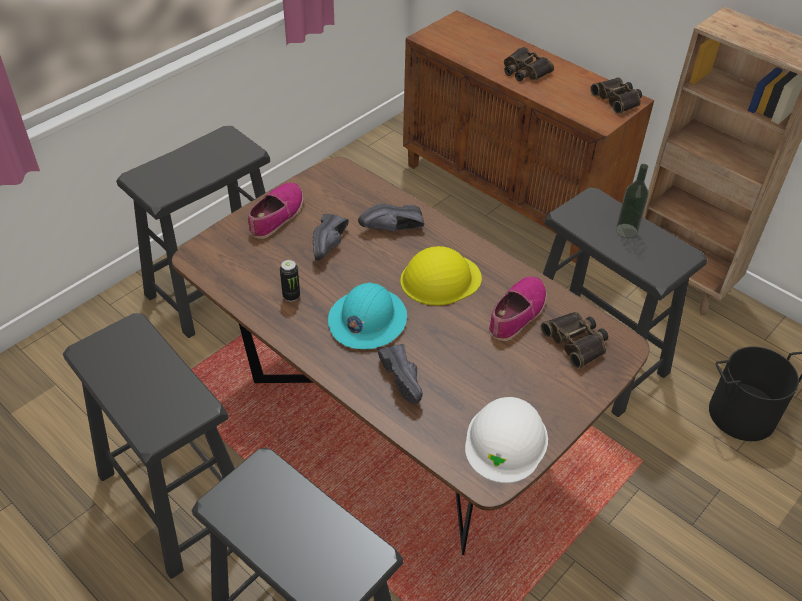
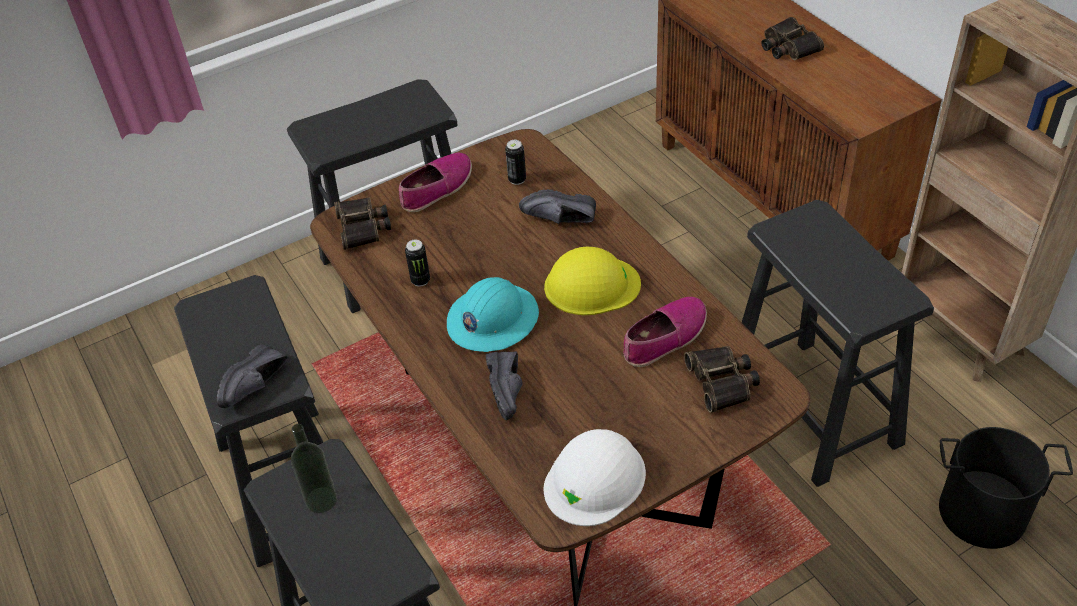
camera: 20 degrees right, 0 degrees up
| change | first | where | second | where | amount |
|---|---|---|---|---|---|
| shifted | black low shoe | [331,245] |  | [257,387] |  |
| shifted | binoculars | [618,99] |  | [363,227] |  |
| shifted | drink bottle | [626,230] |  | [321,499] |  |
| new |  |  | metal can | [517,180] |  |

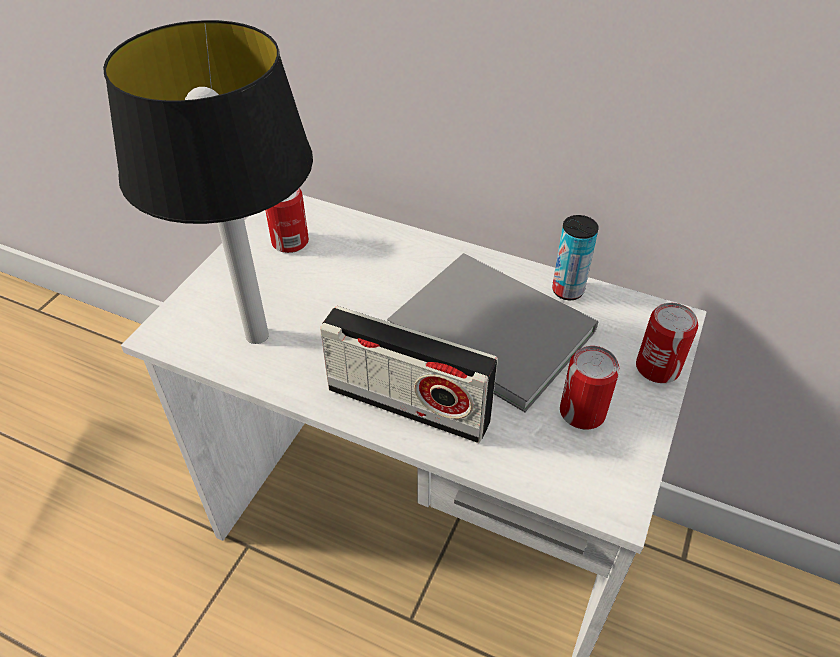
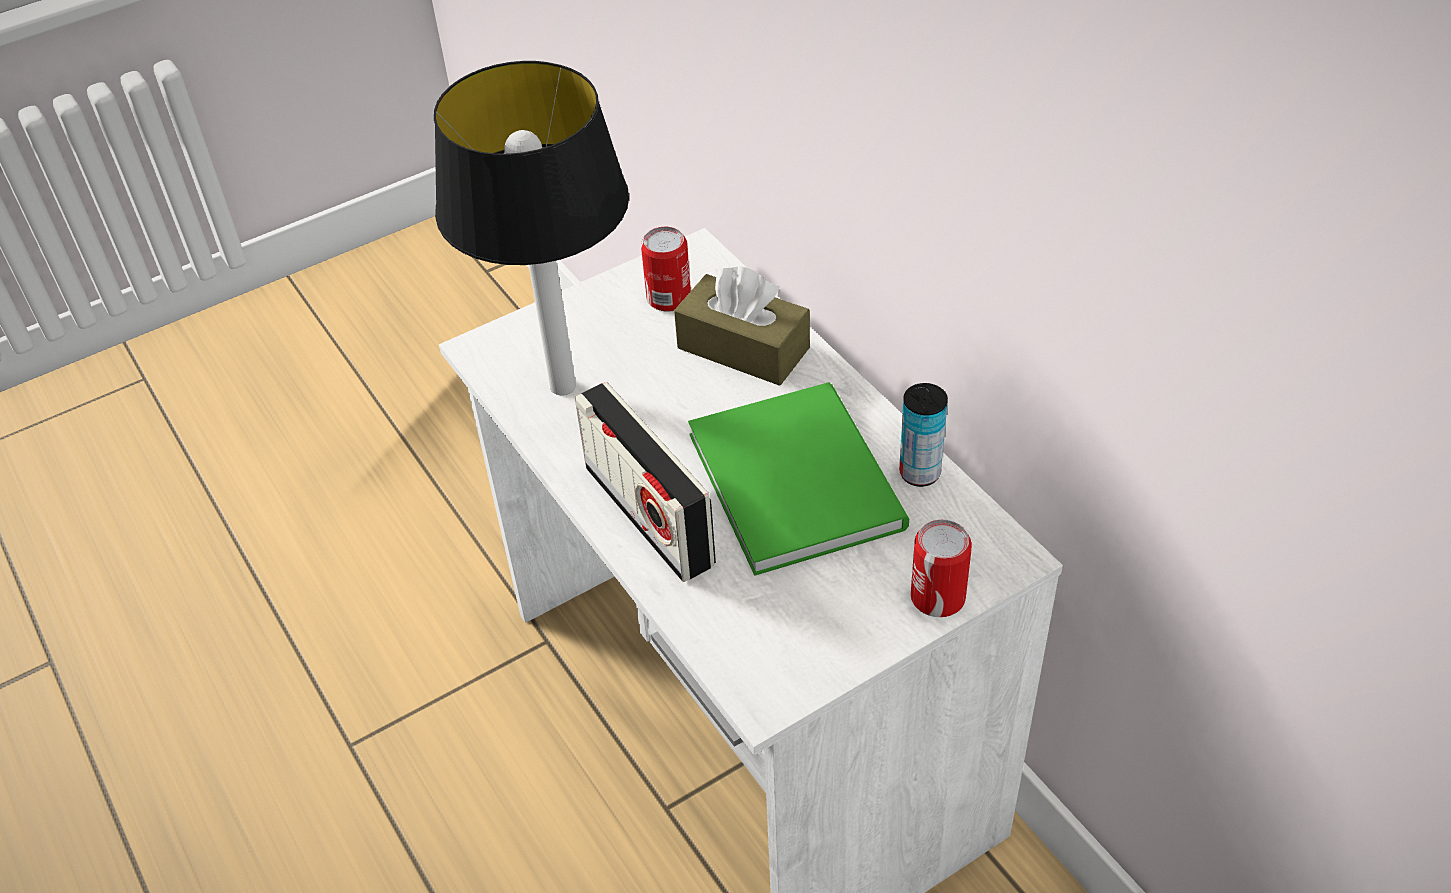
camera: 35 degrees right, 0 degrees up
| change | first | where | second | where | amount |
|---|---|---|---|---|---|
| repainted | gray volume | [490,326] | green-coloured volume | [798,474] |  |
| gone | metal can | [582,412] |  |  |  |
| new |  |  | brown-coloured tissue box | [743,348] |  |

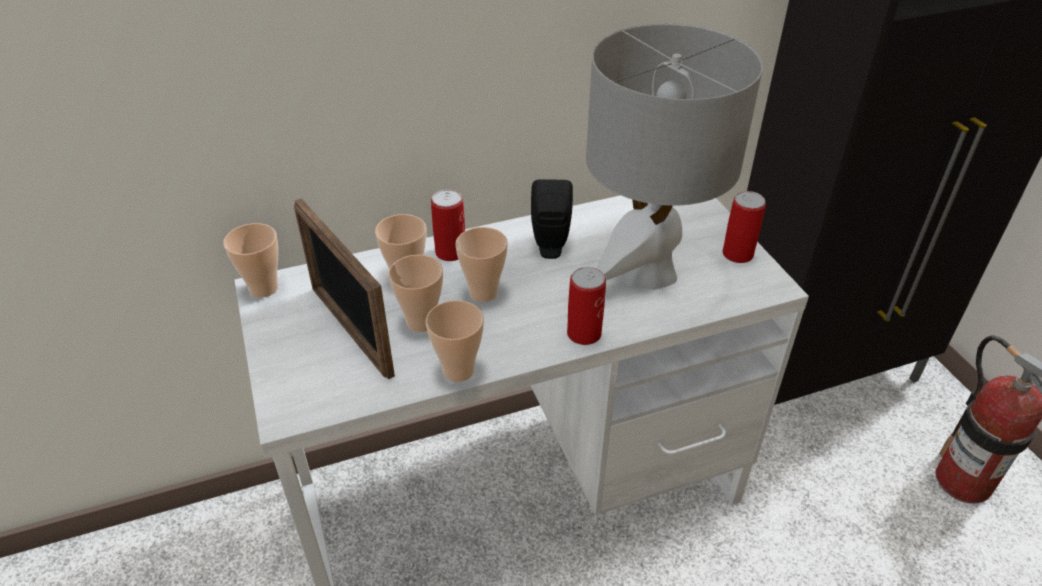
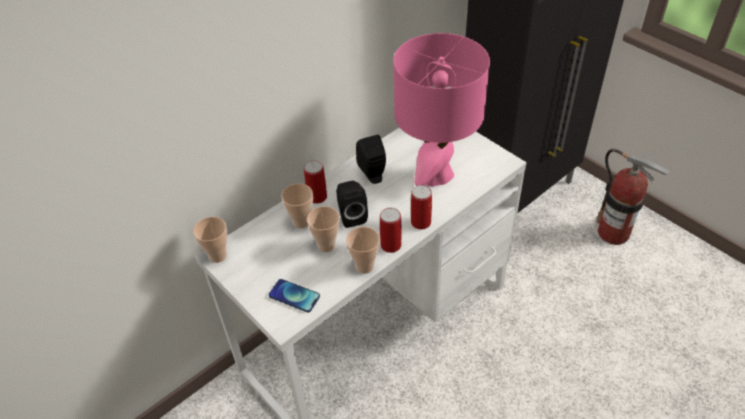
camera: 20 degrees left, 5 degrees up
| change | first | where | second | where | amount |
|---|---|---|---|---|---|
| gone | standing frame | [351,330] |  |  |  |
| swapped | drinking cup | [483,292] | black audio speaker | [351,216] |  |
| repainted | gray lamp for a table | [647,273] | pink-coloured lamp for a table | [436,175] |  |
| shifted | metal can | [737,254] |  | [391,245] |  |
| new |  |  | phone | [294,296] |  |

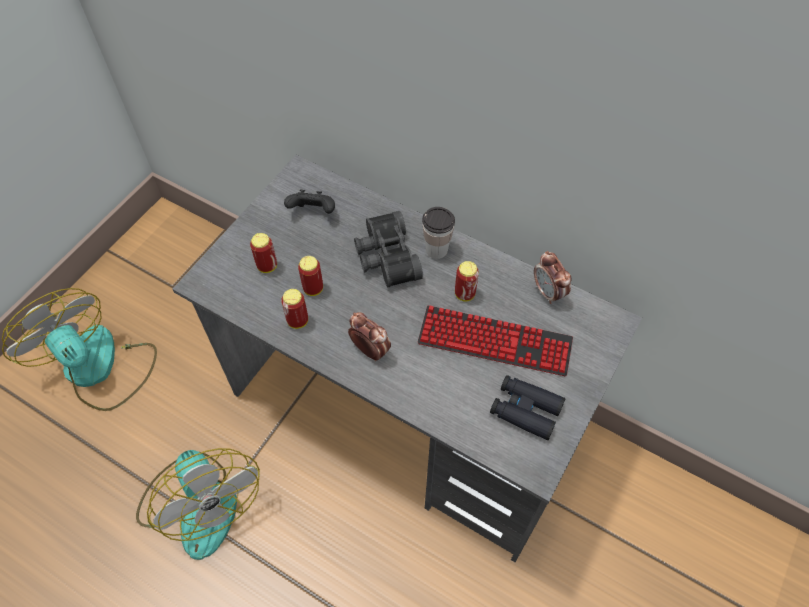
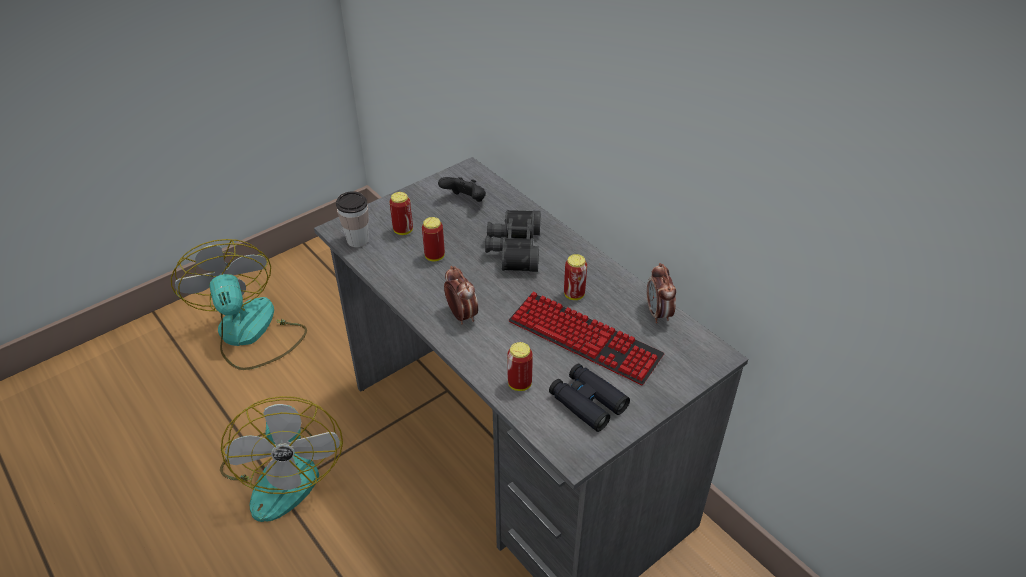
camera: 20 degrees right, 15 degrees down
| change | first | where | second | where | amount |
|---|---|---|---|---|---|
| shifted | metal can | [298,321] |  | [519,384] |  |
| shifted | drinking cup | [436,249] |  | [357,240] |  |

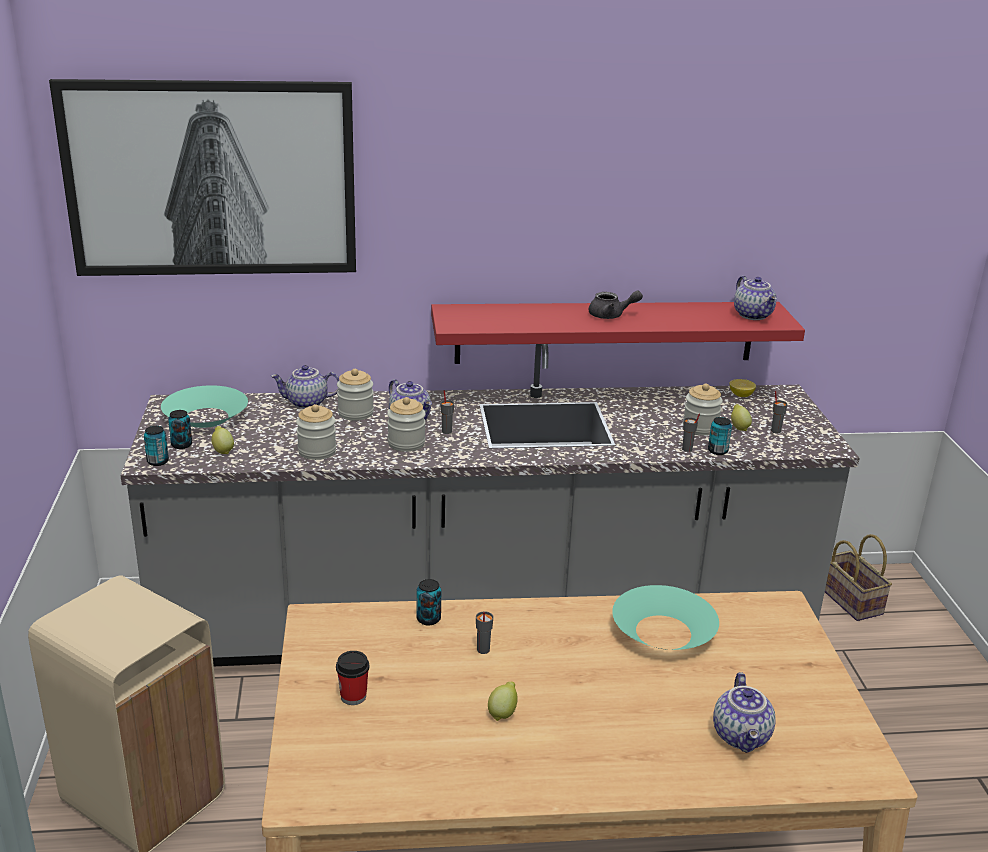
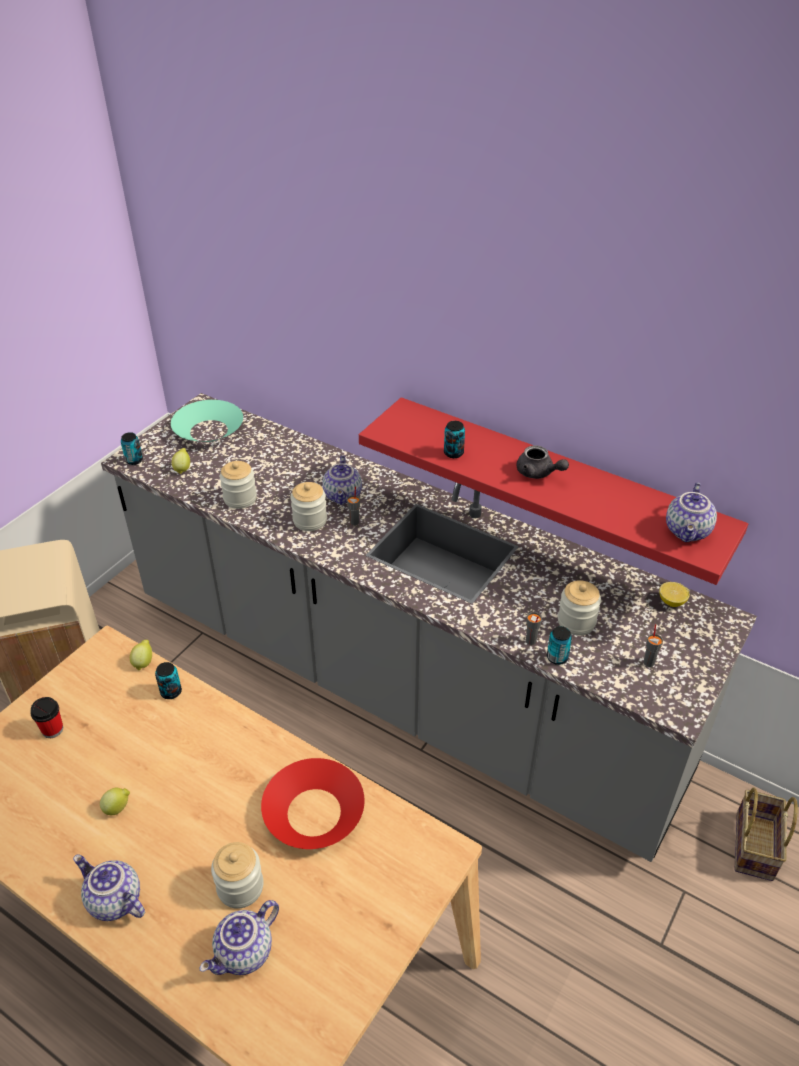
camera: 40 degrees right, 15 degrees up
| change | first | where | second | where | amount |
|---|---|---|---|---|---|
| gone | wall art | [212,178] |  |  |  |
| shifted | metal can | [181,445] |  | [453,453] |  |
| shifted | tea pot | [306,403] |  | [113,901] |  |
| shifted | preserve jar | [355,413] |  | [240,887] |  |
| gone | gray drinking cup | [483,650] |  |  |  |
| repainted | turquoise serving bowl | [663,631] | reddish serving bowl | [314,811] |  |
| shifted | lemon | [739,427] |  | [144,662] |  |

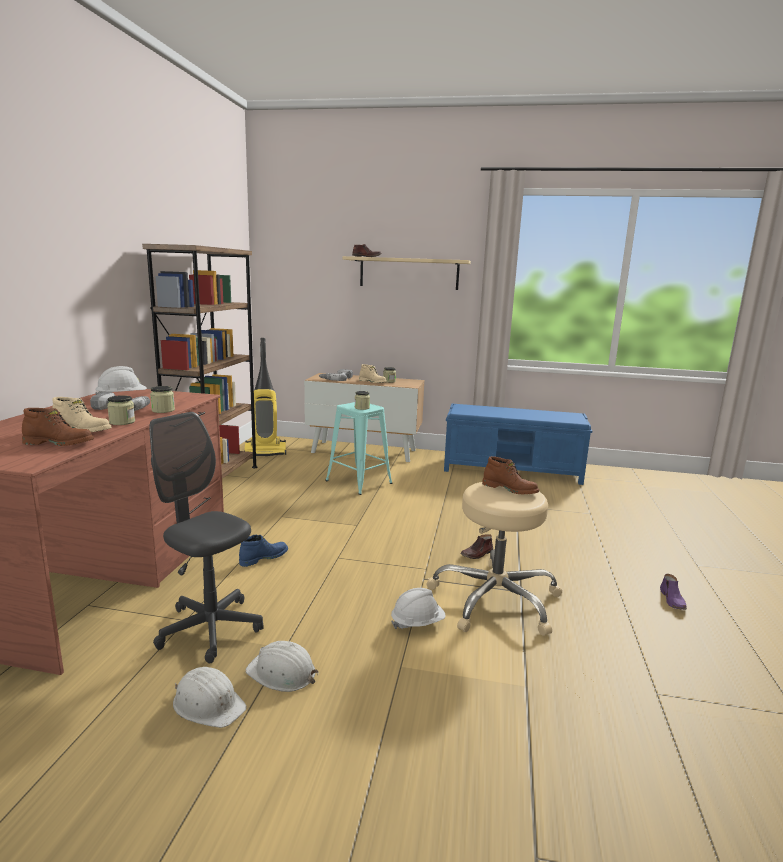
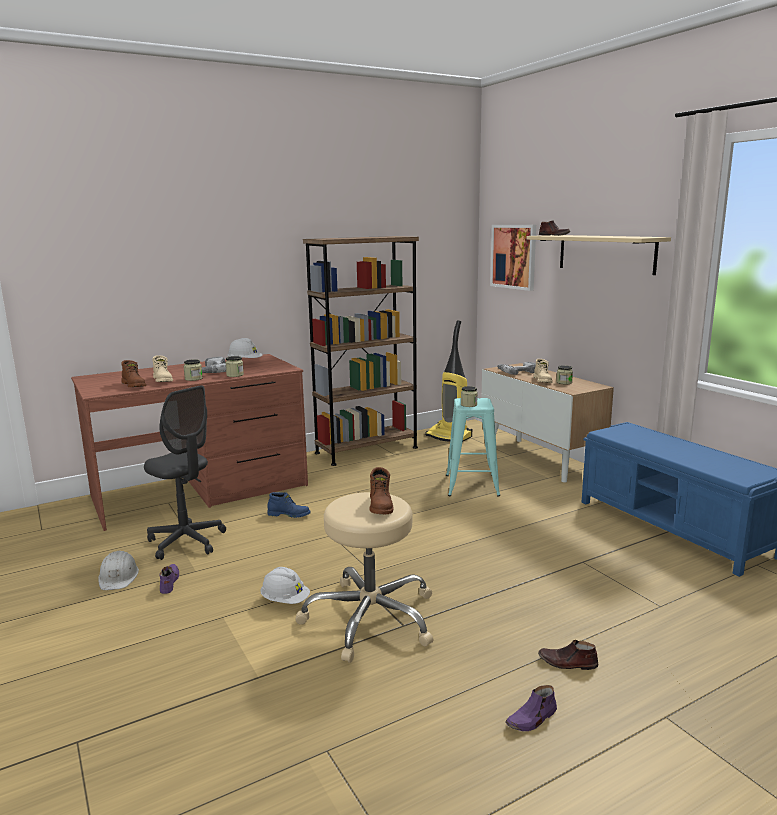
camera: 50 degrees right, 0 degrees up
| change | first | where | second | where | amount |
|---|---|---|---|---|---|
| rotated | gray office chair | [210,629] |  | [186,542] | 135 degrees clockwise |
| swapped | whitish work helmet | [282,673] | purple low shoe | [169,582] |  |
| shifted | brown-coloured low shoe | [477,554] |  | [567,663] |  |
| new |  |  | wall art | [513,256] |  |

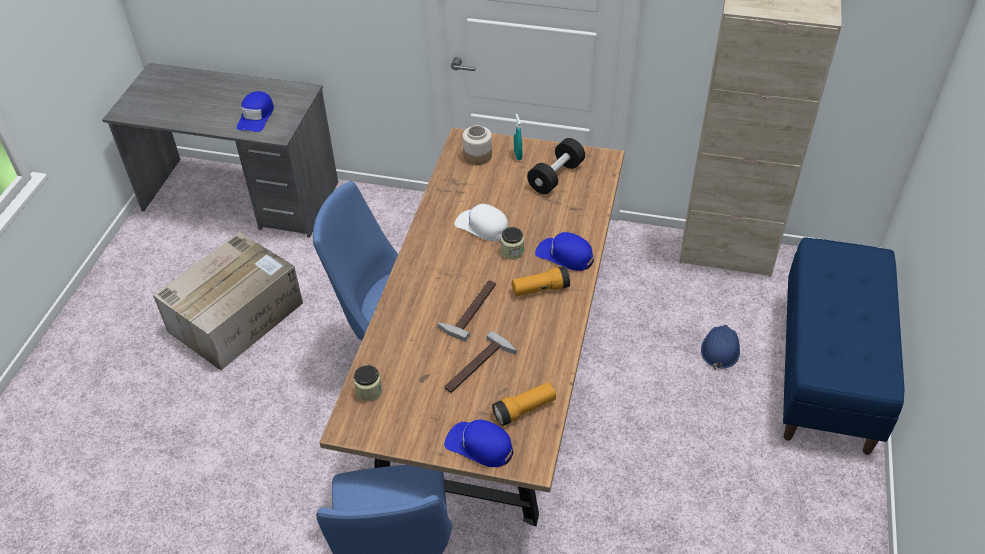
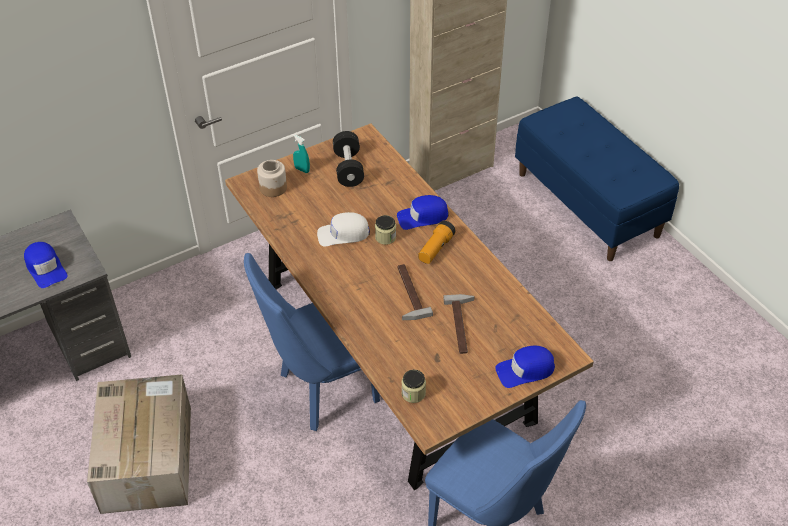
camera: 45 degrees left, 0 degrees up
| change | first | where | second | where | amount |
|---|---|---|---|---|---|
| gone | flashlight | [524,410] |  |  |  |
| gone | blue-coloured work helmet | [720,349] |  |  |  |

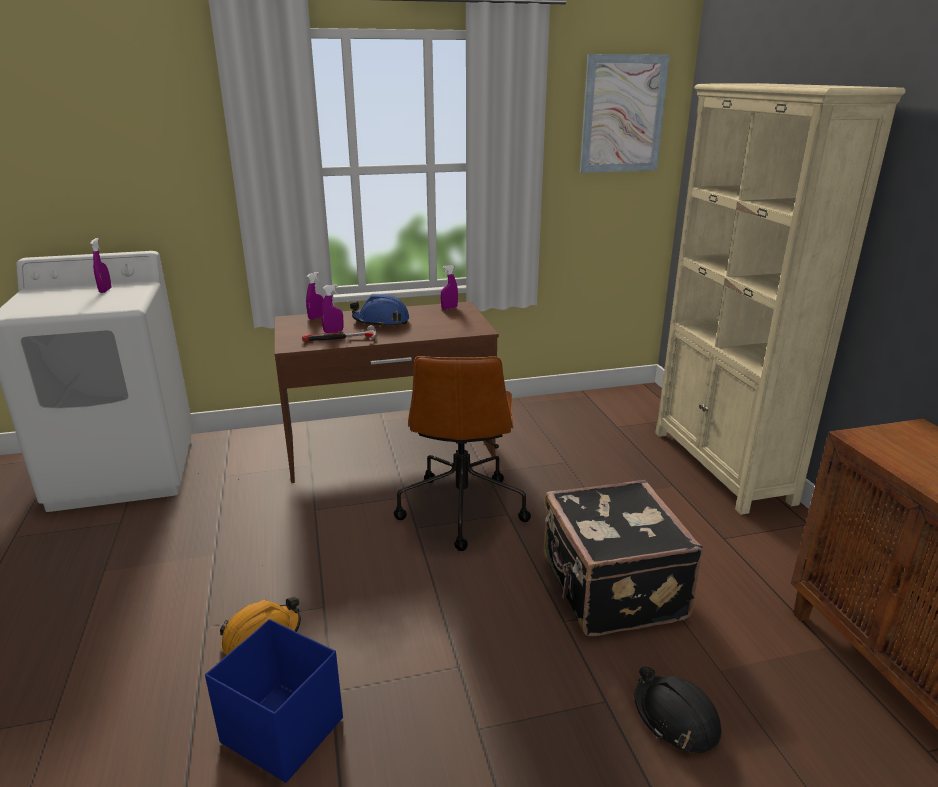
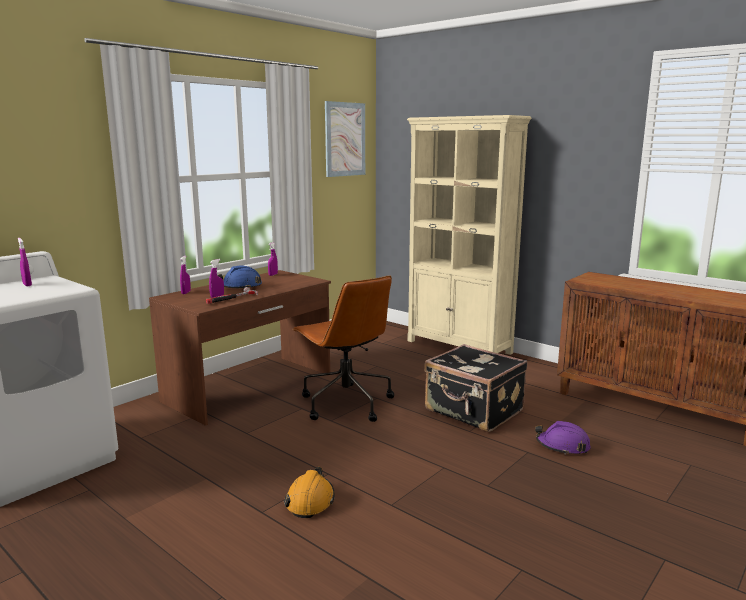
camera: 35 degrees left, 10 degrees down
| change | first | where | second | where | amount |
|---|---|---|---|---|---|
| gone | blue-coloured storage box | [282,729] |  |  |  |
| repainted | black work helmet | [675,719] | purple work helmet | [562,446] |  |

